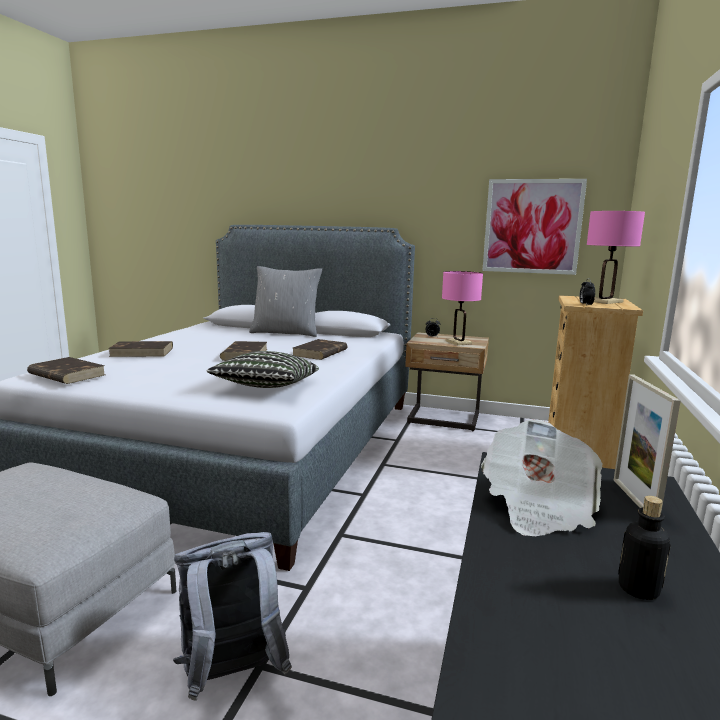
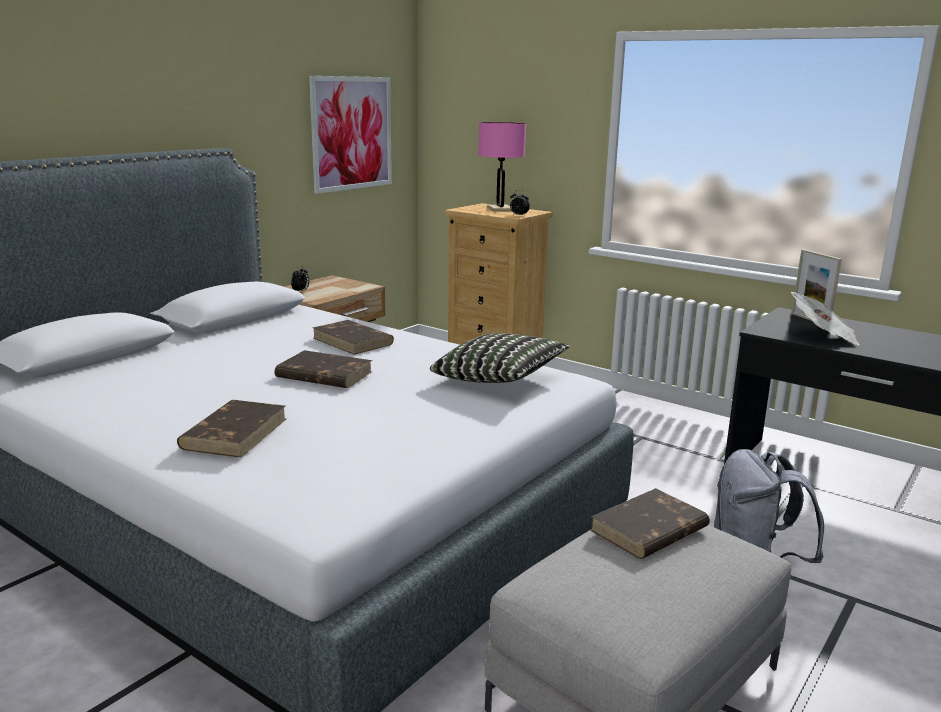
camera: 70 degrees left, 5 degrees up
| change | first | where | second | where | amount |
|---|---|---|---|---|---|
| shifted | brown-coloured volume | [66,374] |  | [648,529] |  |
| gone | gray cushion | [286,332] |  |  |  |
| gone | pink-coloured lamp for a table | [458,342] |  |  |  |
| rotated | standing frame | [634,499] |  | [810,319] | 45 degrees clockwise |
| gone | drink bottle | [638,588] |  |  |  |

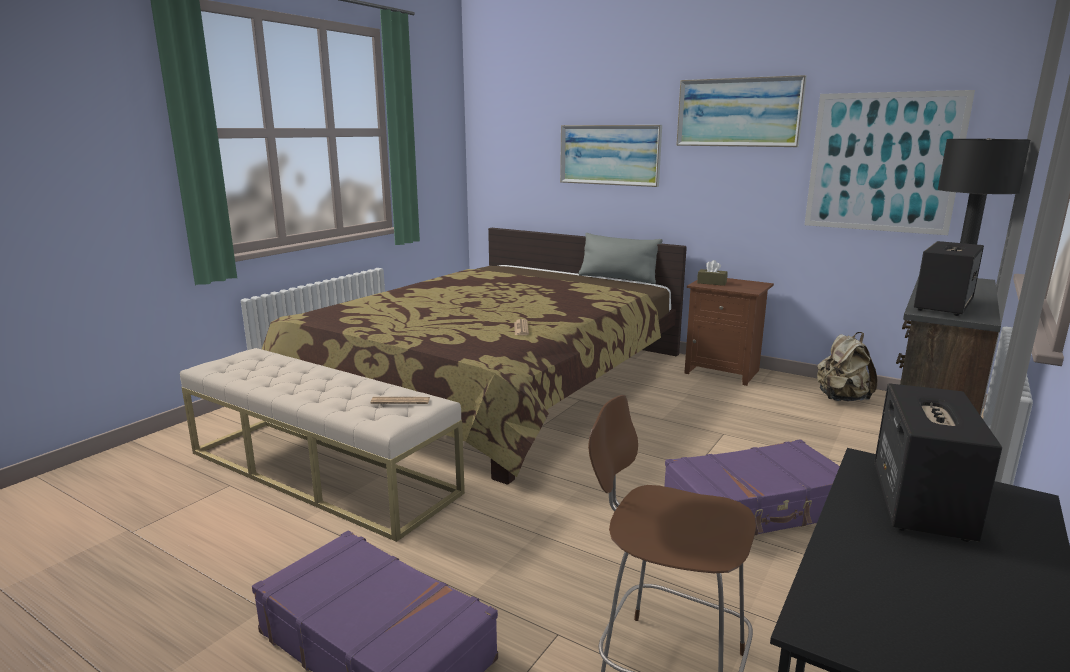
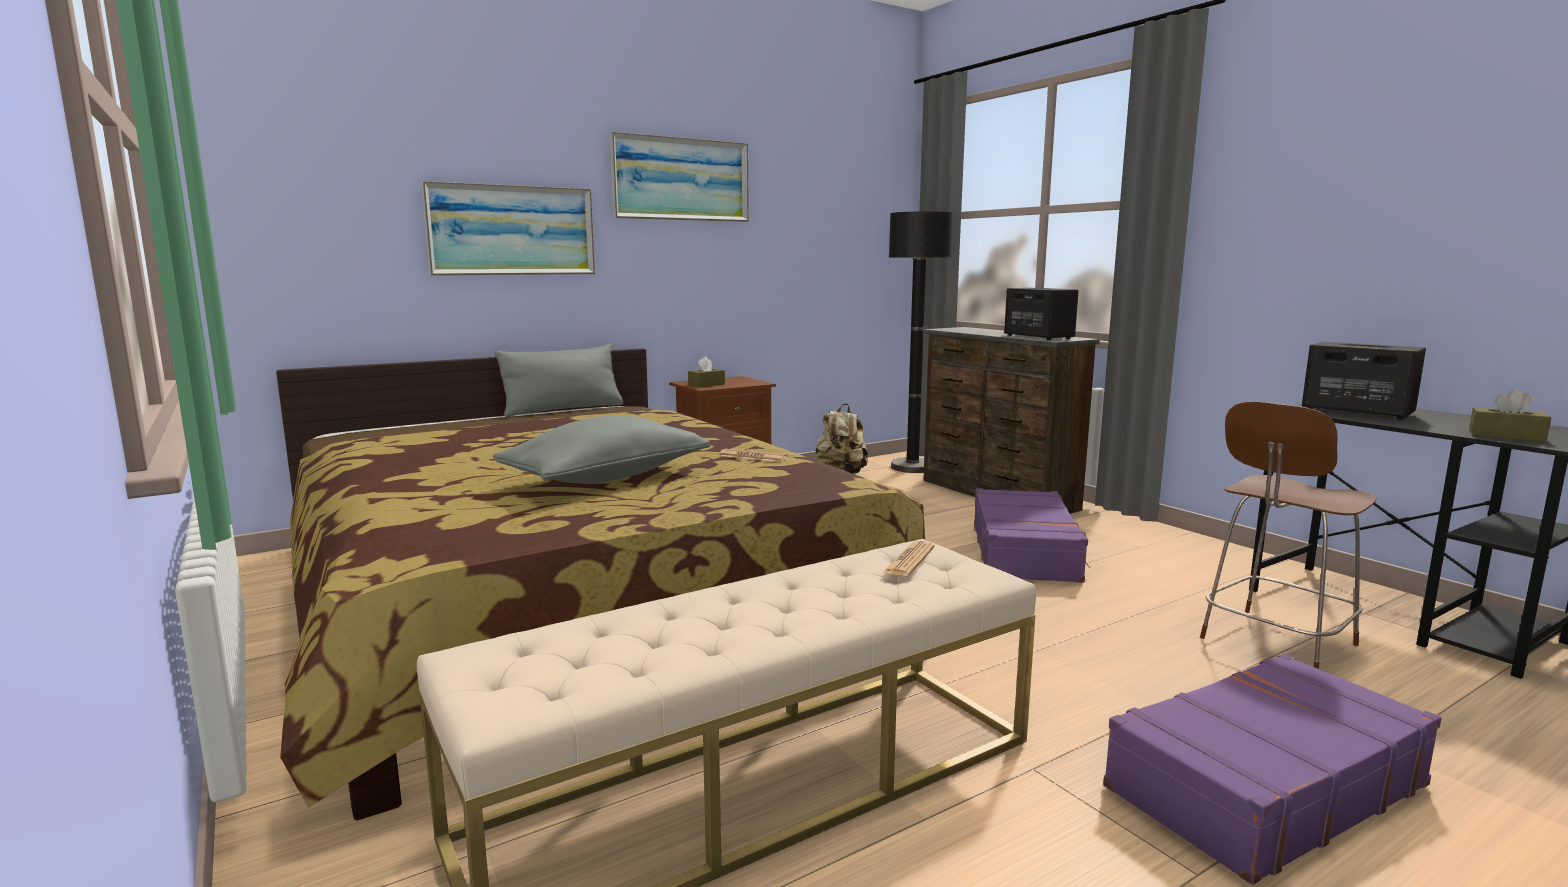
camera: 65 degrees left, 5 degrees down
| change | first | where | second | where | amount |
|---|---|---|---|---|---|
| gone | wall art | [883,163] |  |  |  |
| new |  |  | gray cushion | [606,478] |  |
| new |  |  | brown-coloured tissue box | [1506,436] |  |

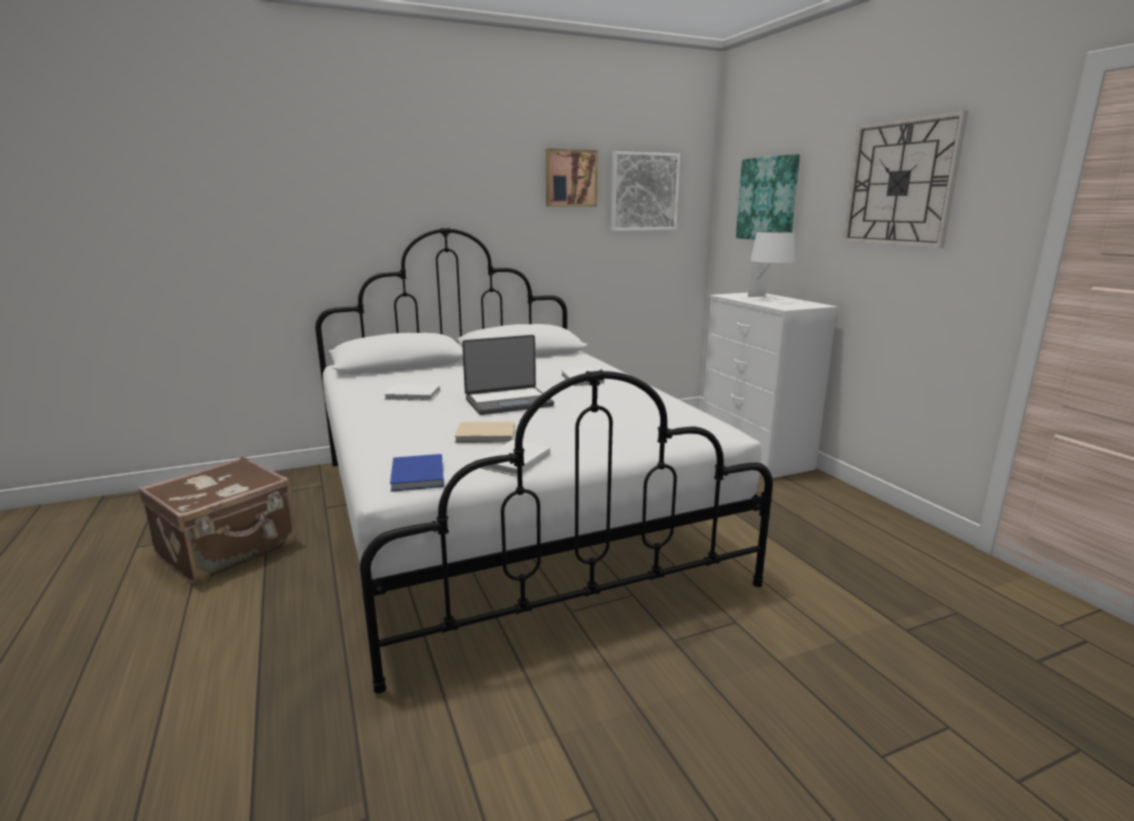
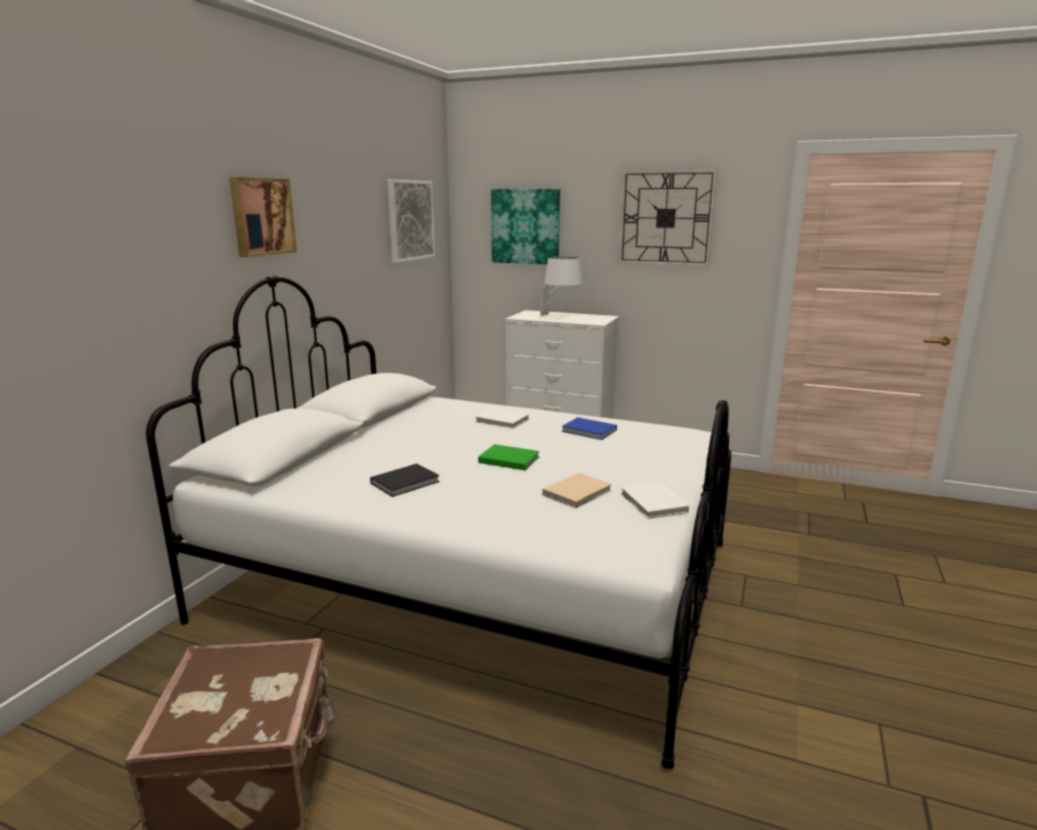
camera: 45 degrees left, 0 degrees up
| change | first | where | second | where | amount |
|---|---|---|---|---|---|
| repainted | whitish volume | [413,395] | black volume | [407,482] |  |
| shifted | blue-coloured volume | [416,476] |  | [590,431] |  |
| swapped | laptop | [508,402] | green-coloured volume | [508,459] |  |
| shifted | wall art | [570,178] |  | [261,217] |  |

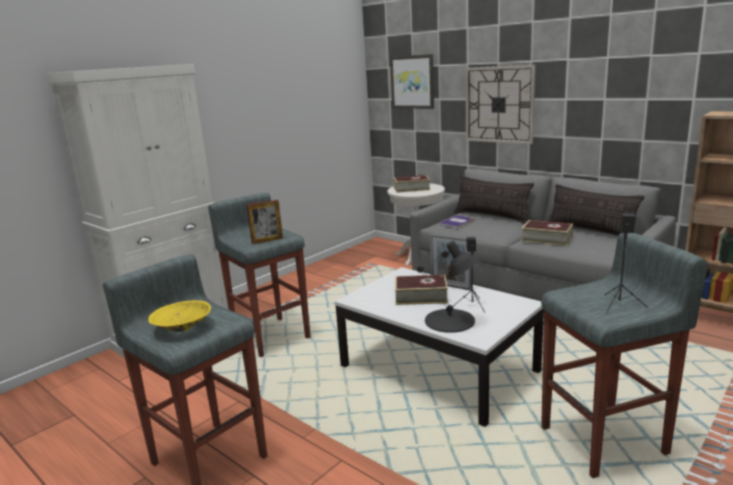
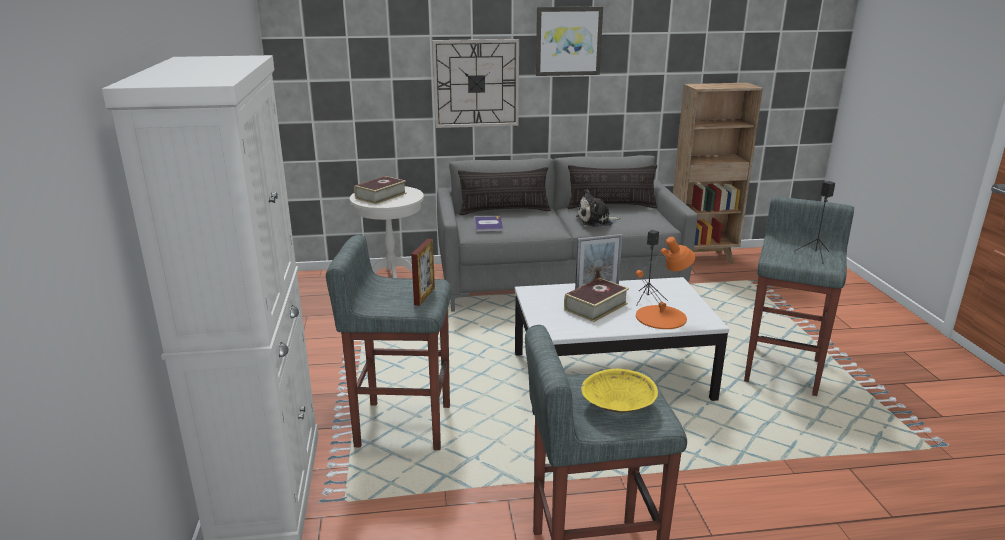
camera: 50 degrees left, 5 degrees up
| change | first | where | second | where | amount |
|---|---|---|---|---|---|
| shifted | wall art | [412,82] |  | [568,41] |  |
| repainted | black lamp for a table | [450,321] | orange-coloured lamp for a table | [662,317] |  |
| swapped | volume | [547,238] | soft toy | [596,221] |  |

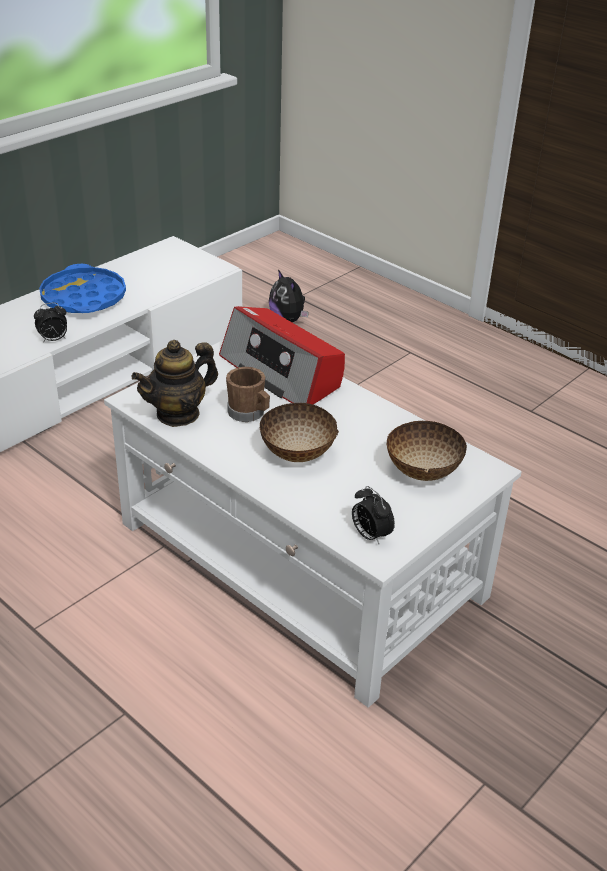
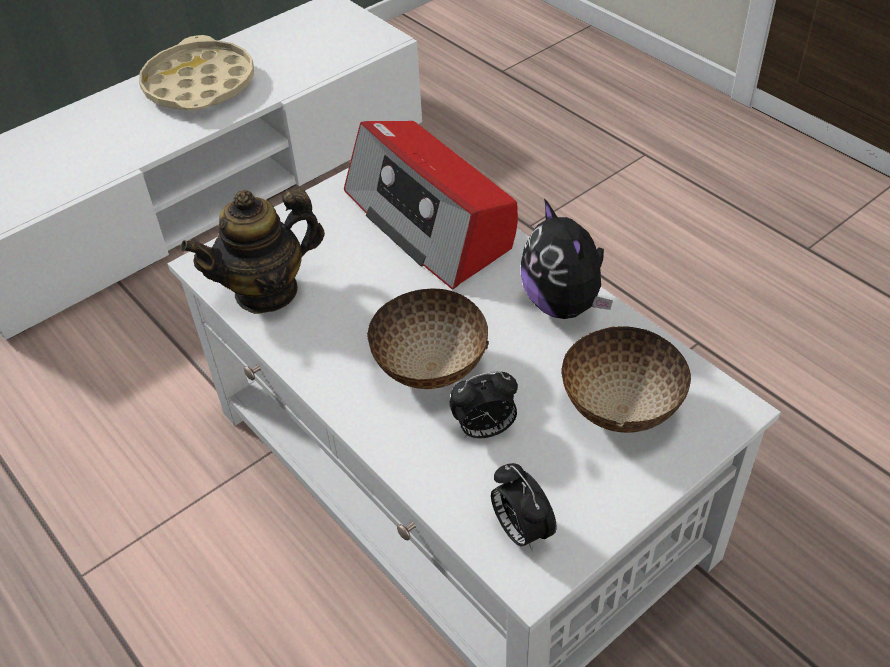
camera: 10 degrees right, 10 degrees up
| change | first | where | second | where | amount |
|---|---|---|---|---|---|
| shifted | table clock | [53,340] |  | [484,430] |  |
| repainted | blue-coloured serving tray | [83,298] | beige-coloured serving tray | [199,85] |  |
| gone | brown-coloured mug | [249,414] |  |  |  |
| shifted | soft toy | [288,320] |  | [564,304] |  |

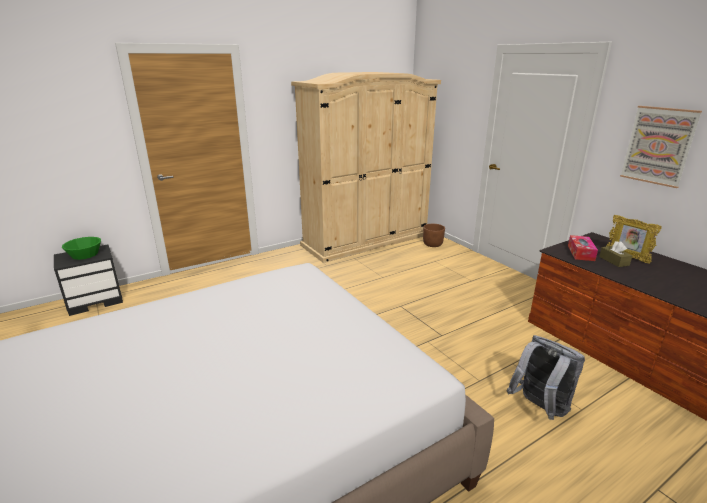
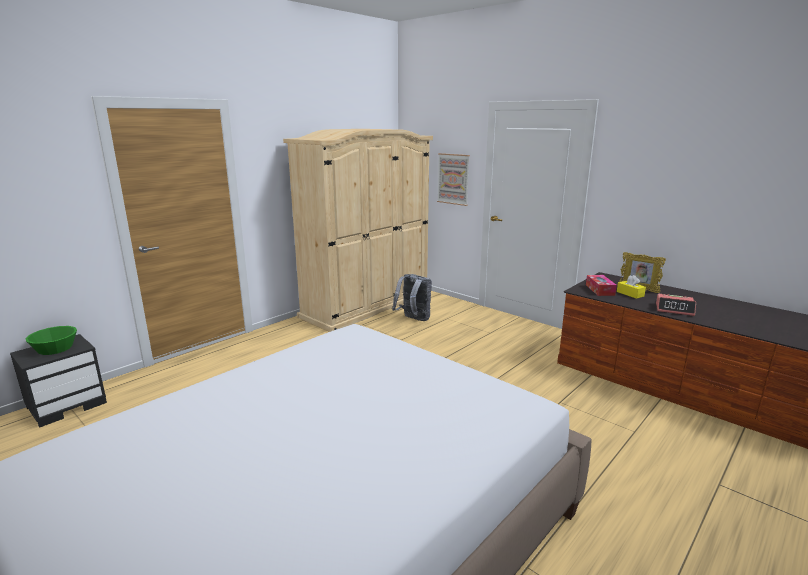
camera: 15 degrees left, 5 degrees down
| change | first | where | second | where | amount |
|---|---|---|---|---|---|
| gone | brown-coloured flower pot | [433,244] |  |  |  |
| shifted | gray rucksack | [539,408] |  | [413,320] |  |
| repainted | brown-coloured tissue box | [614,261] | yellowish tissue box | [630,294] |  |
| shifted | wall art | [658,146] |  | [453,179] |  |
| new |  |  | table clock | [674,309] |  |

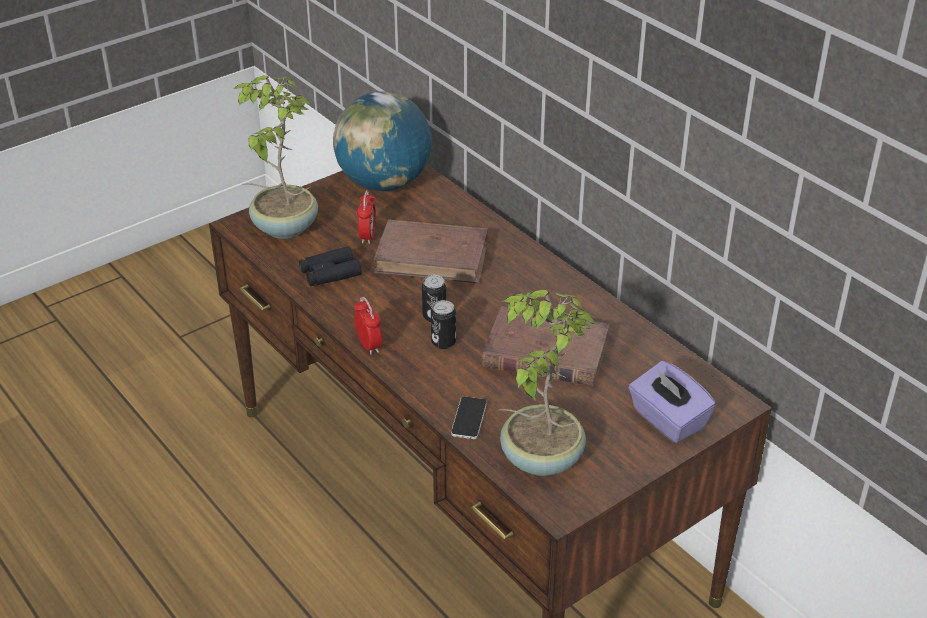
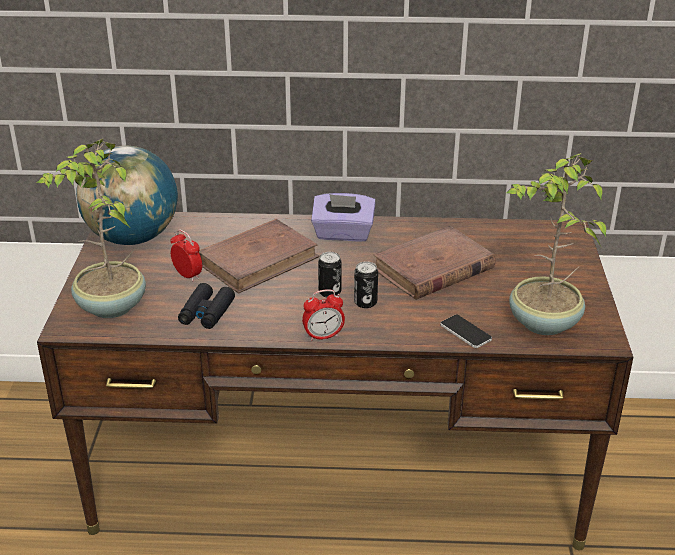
camera: 50 degrees left, 5 degrees down
| change | first | where | second | where | amount |
|---|---|---|---|---|---|
| rotated | table clock | [369,345] |  | [323,336] | 150 degrees clockwise |
| shifted | purple tissue box | [667,420] |  | [343,234] |  |

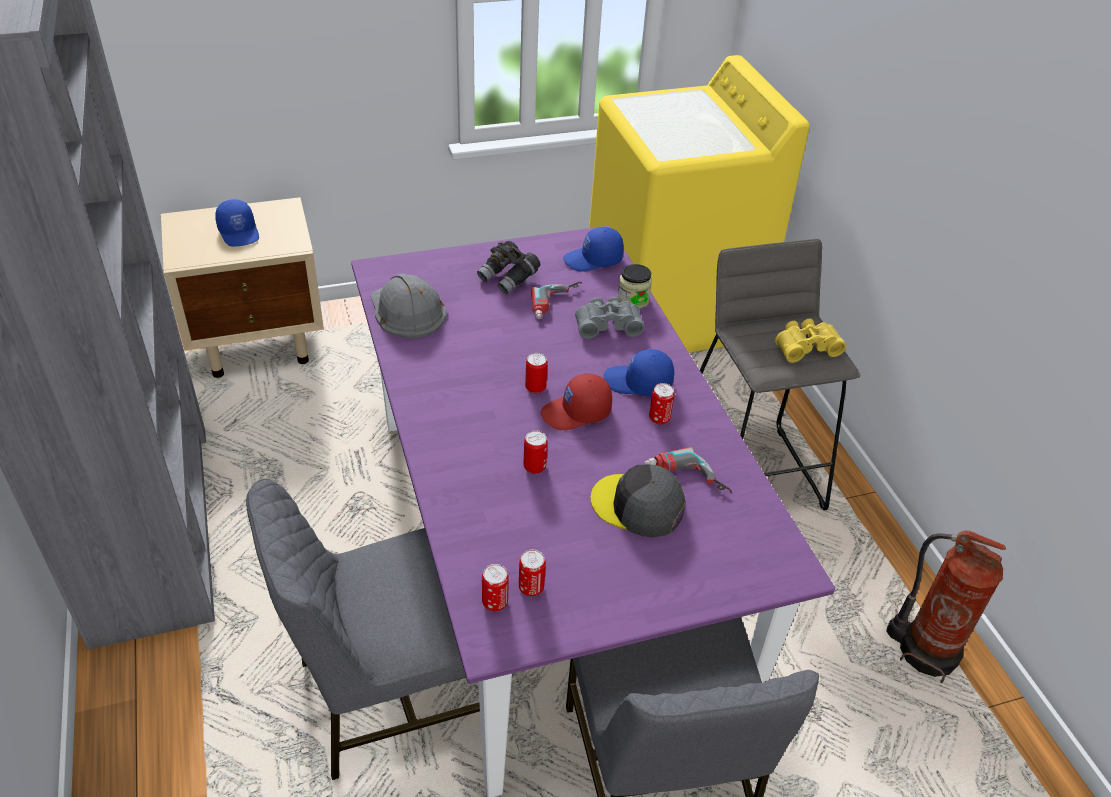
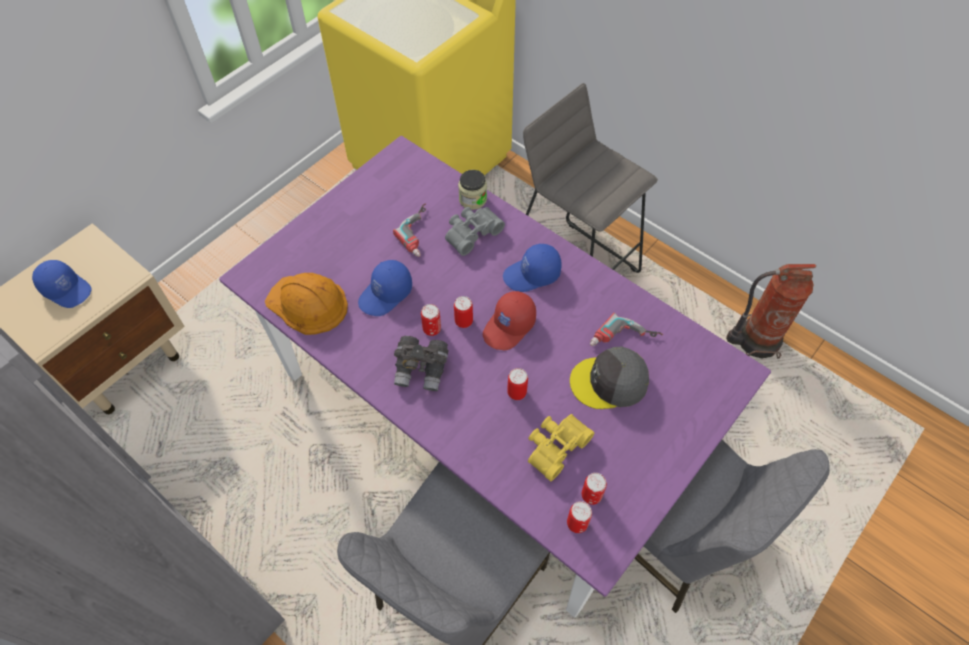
camera: 30 degrees left, 15 degrees up
| change | first | where | second | where | amount |
|---|---|---|---|---|---|
| repainted | gray work helmet | [406,311] | orange-coloured work helmet | [308,304] |  |
| shifted | gray binoculars | [509,278] |  | [422,369] |  |
| shifted | blue-coloured baseball cap | [593,260] |  | [386,294] |  |
| shifted | metal can | [659,418] |  | [432,329] |  |
| shifted | yellowish binoculars | [805,346] |  | [554,446] |  |

